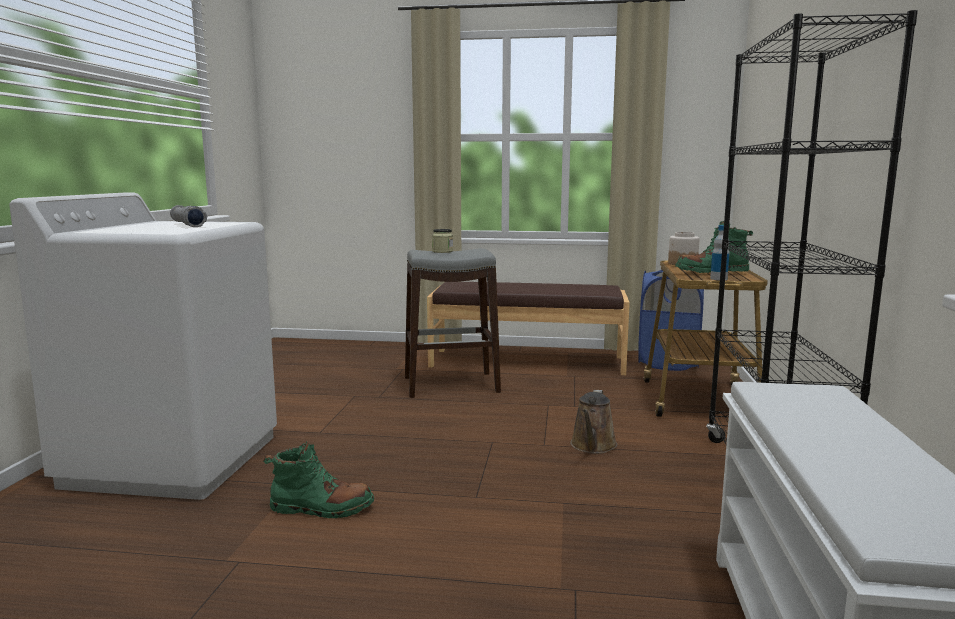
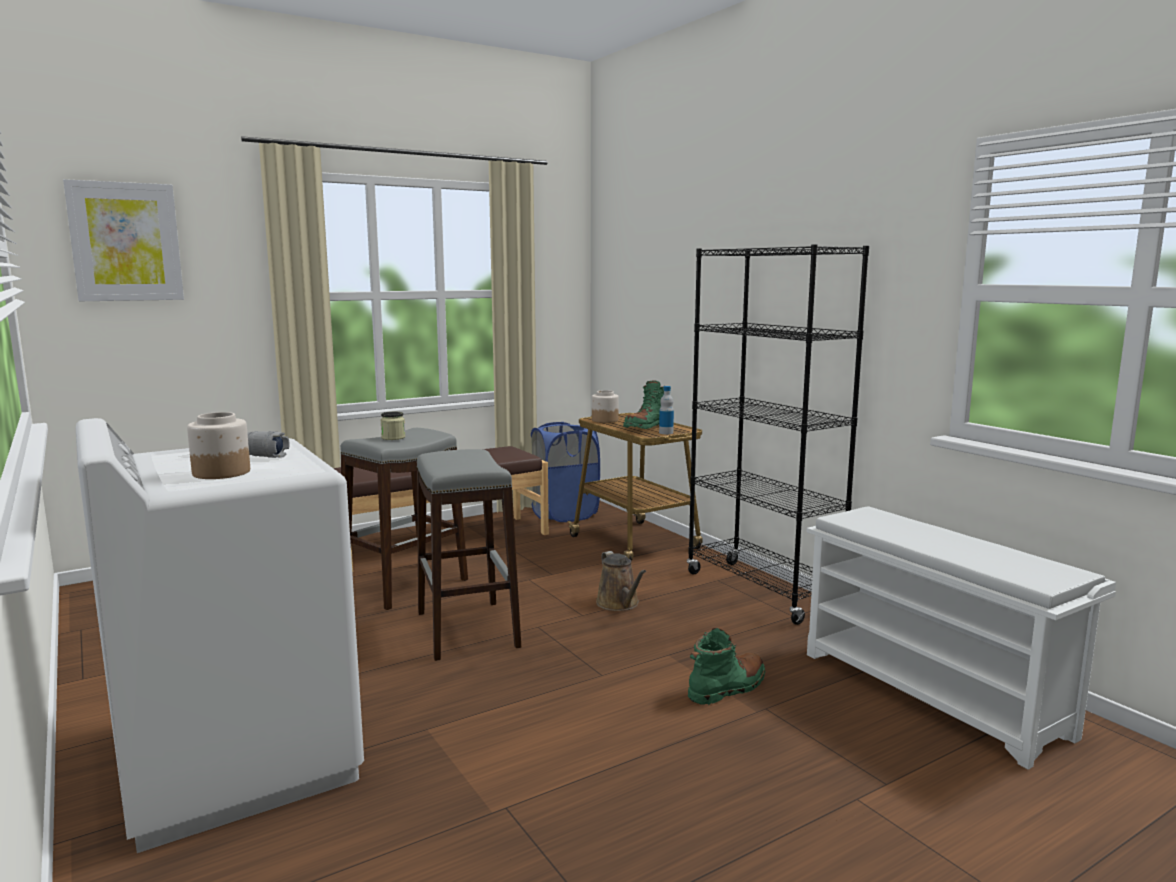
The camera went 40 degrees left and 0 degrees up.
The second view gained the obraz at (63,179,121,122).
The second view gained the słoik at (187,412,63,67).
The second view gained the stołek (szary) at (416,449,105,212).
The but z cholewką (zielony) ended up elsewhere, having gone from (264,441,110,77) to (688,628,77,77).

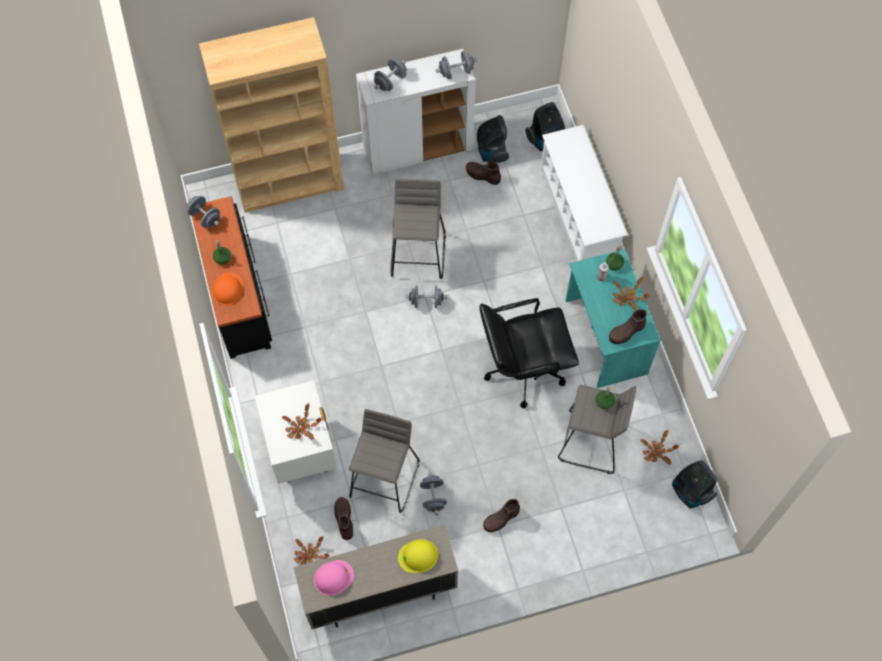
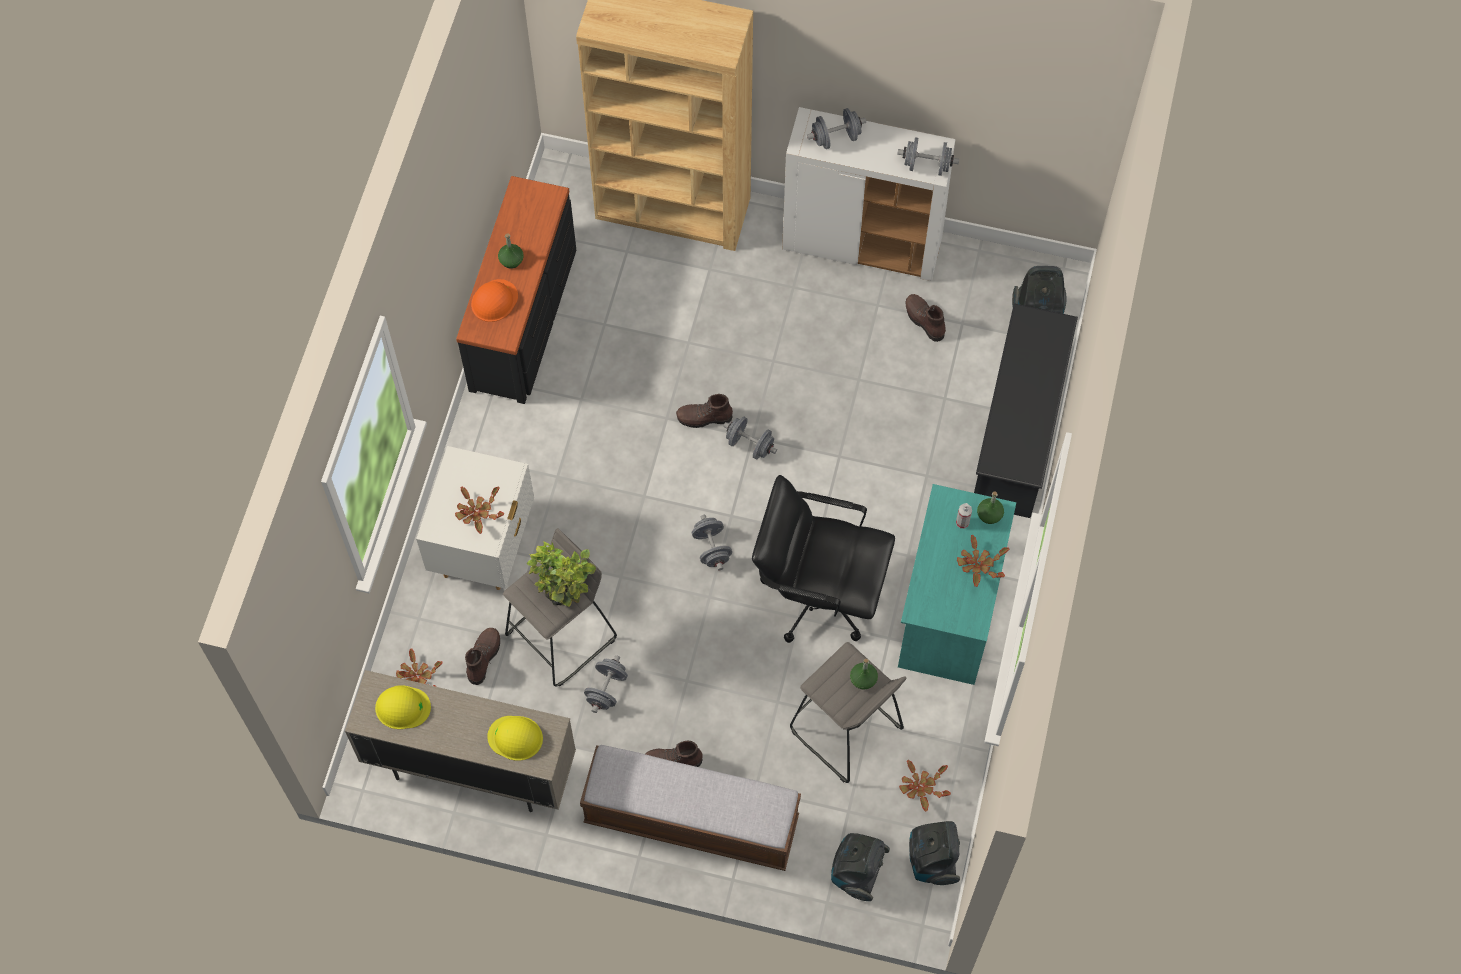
The camera went 30 degrees right and 0 degrees up.
What was the kask (różowy) at (314,560,40,36) turned into the kask (żółty) at (375,685,56,44).
The second view gained the roślina doniczkowa at (527,542,69,65).
The second view gained the ławka at (580,745,221,126).
The but z cholewką (brązowy) ended up elsewhere, having gone from (609,309,37,35) to (676,394,57,34).
The hantel (szary) ended up elsewhere, having gone from (187,196,33,32) to (692,515,40,55).
The odkurzacz ended up elsewhere, having gone from (477,115,32,48) to (831,833,59,68).
What was the regał na buty (biały) at (540,125,88,137) turned into the regał na buty (czarny) at (974,303,104,215).
The second view lost the stołek (szary) at (390,179,56,100).

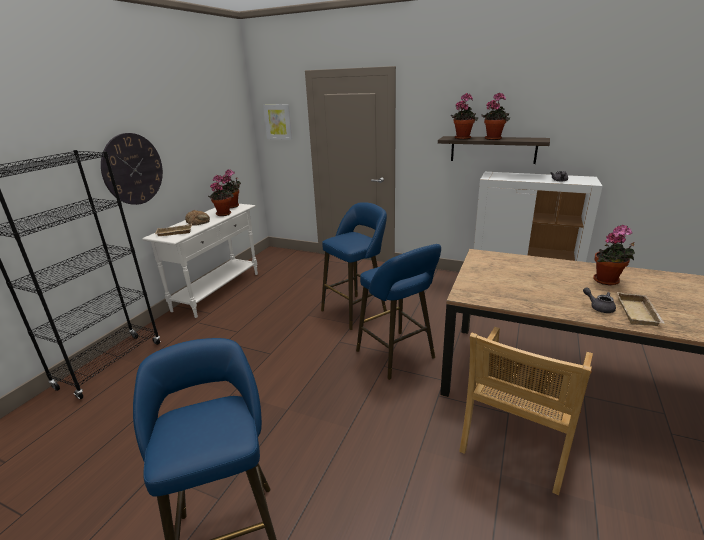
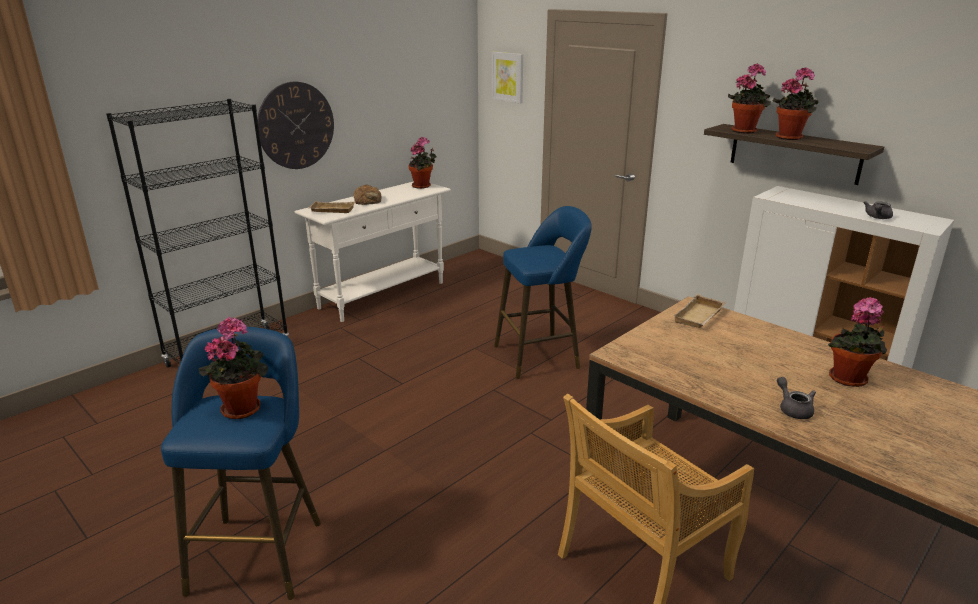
The camera went 20 degrees right and 0 degrees up.
The roślina doniczkowa ended up elsewhere, having gone from (208,175,26,41) to (199,317,69,102).
The taca (beżowy) ended up elsewhere, having gone from (617,292,48,34) to (673,294,53,34).
The second view lost the stołek (niebieski) at (356,244,85,136).

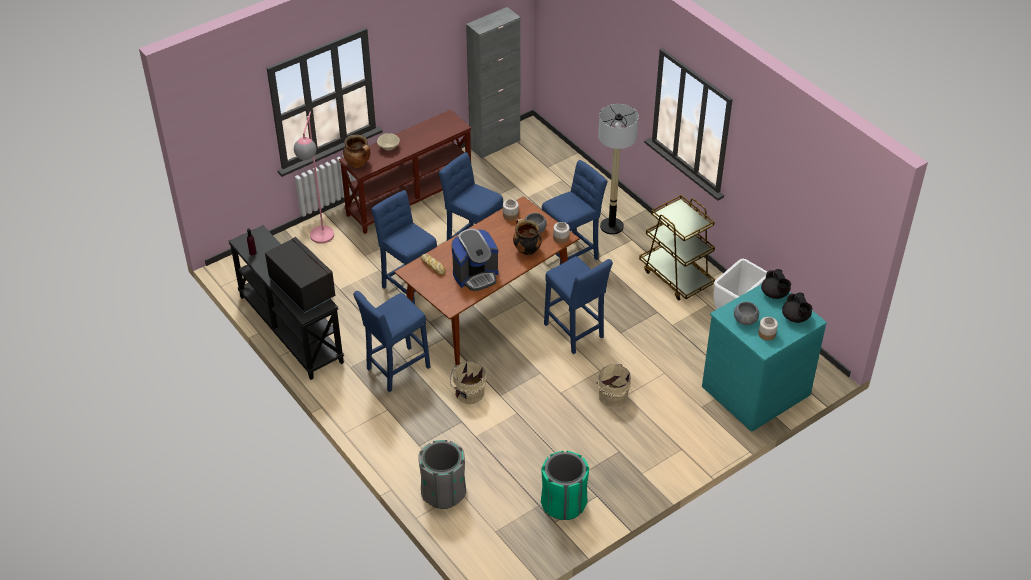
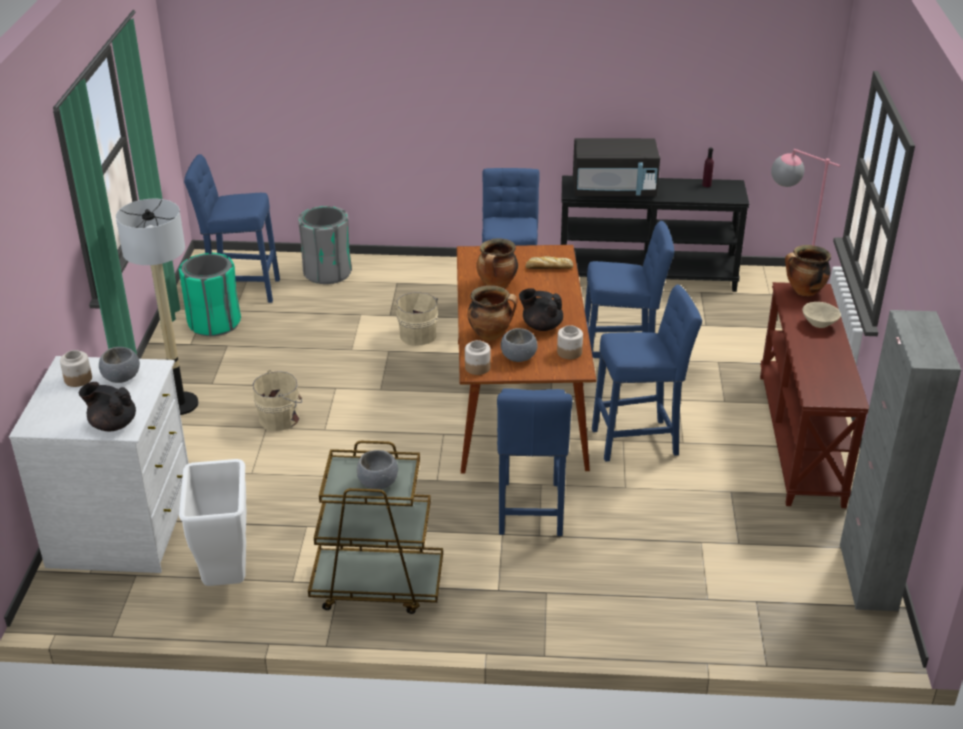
The camera went 130 degrees right and 10 degrees down.
What was the komoda (turkusowy) at (702,284,125,148) turned into the komoda (biały) at (9,356,180,217).
The lampa stojąca ended up elsewhere, having gone from (598,104,41,131) to (116,199,83,216).
The stołek (niebieski) ended up elsewhere, having gone from (544,256,69,98) to (184,154,96,149).
The second view gained the miska (szary) at (357,450,41,39).
Where the ekspres do kawy stood at (452,229,46,62), the garnek came to stand at (476,239,42,49).
The imbryk (czarny) ended up elsewhere, having gone from (782,292,30,31) to (519,288,44,43).

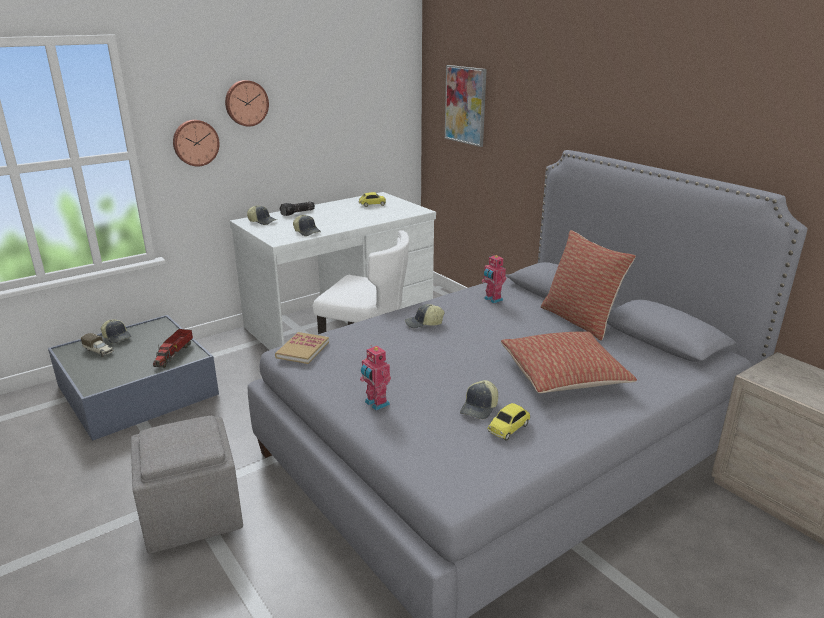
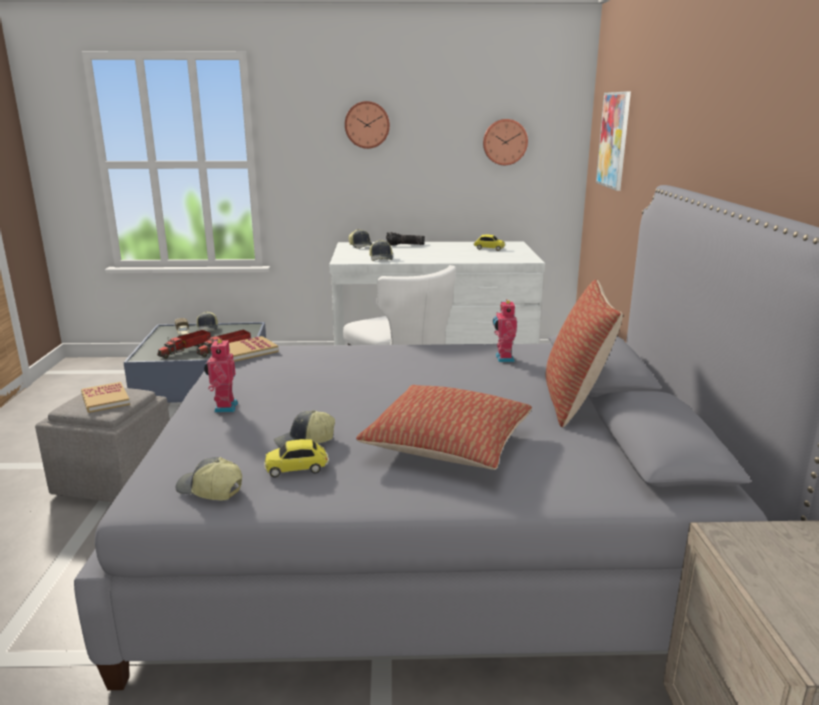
The camera went 35 degrees right and 5 degrees down.
The second view gained the książka at (81,382,49,31).
The second view gained the ciężarówka zabawkowa at (157,330,54,29).
The czapka z daszkiem ended up elsewhere, having gone from (405,304,40,24) to (176,457,66,43).
The zegar ścienny ended up elsewhere, having gone from (173,120,47,46) to (483,119,45,46).

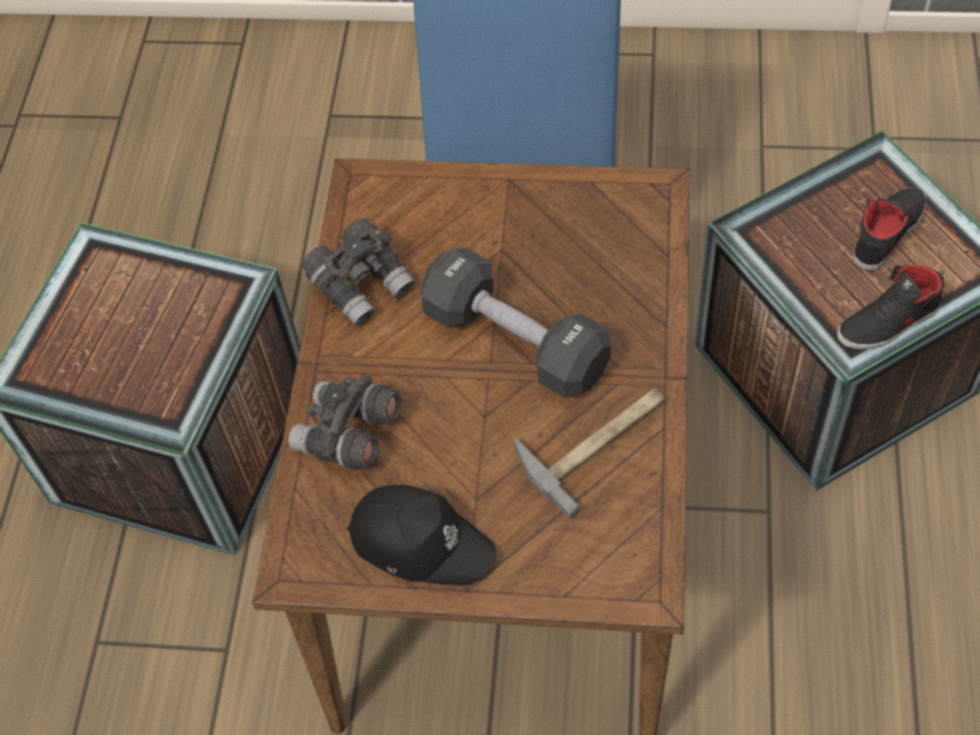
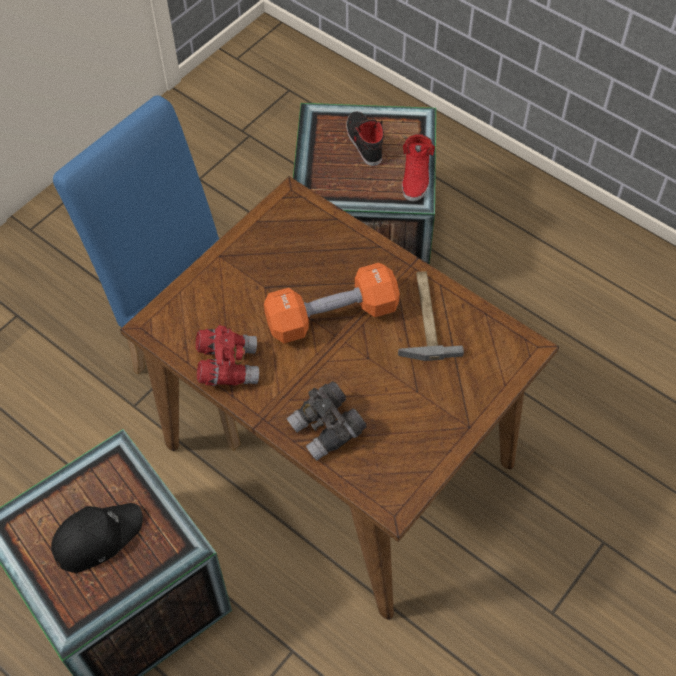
The camera went 60 degrees left and 0 degrees up.
The czapka z daszkiem (czarny) ended up elsewhere, having gone from (348,485,148,101) to (51,503,92,70).
What was the lornetka (szary) at (302,219,113,107) turned into the lornetka (czerwony) at (196,325,63,61).
What was the hantel (czarny) at (420,248,191,150) turned into the hantel (pomarańczowy) at (264,263,136,80).
What was the but (czarny) at (837,265,107,84) turned into the but (czerwony) at (402,134,33,68).

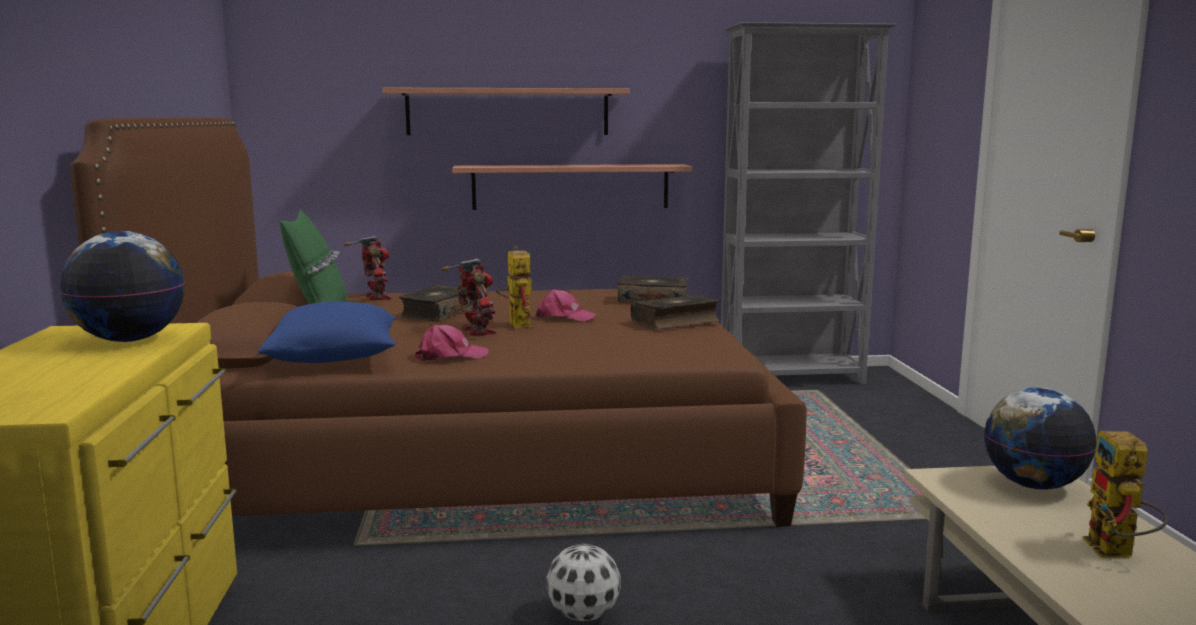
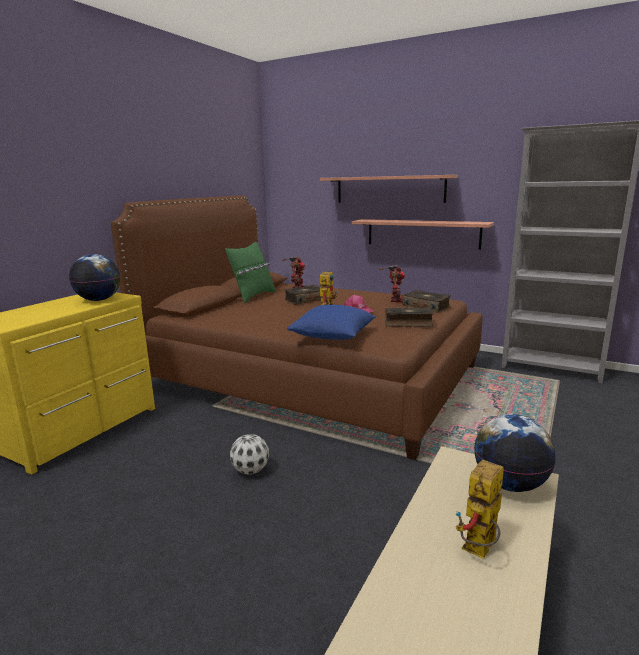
The camera went 35 degrees right and 5 degrees up.
The poduszka (niebieski) ended up elsewhere, having gone from (258,302,138,61) to (287,305,89,35).
The robot zabawkowy ended up elsewhere, having gone from (442,258,54,78) to (379,265,26,37).
The second view lost the czapka z daszkiem (różowy) at (415,325,74,36).

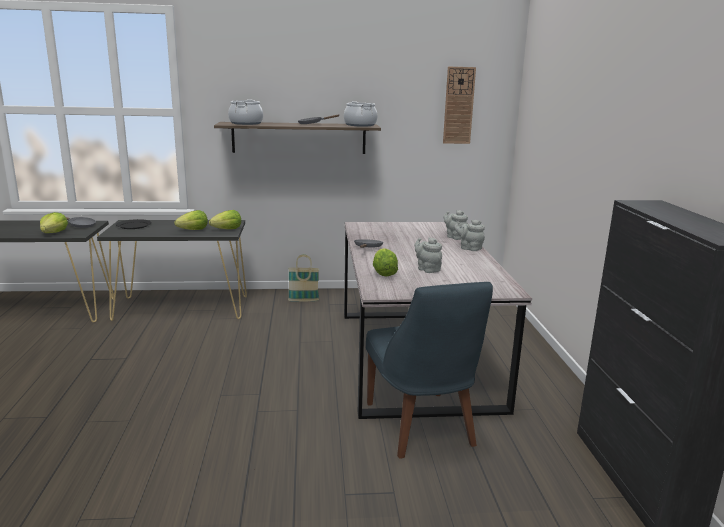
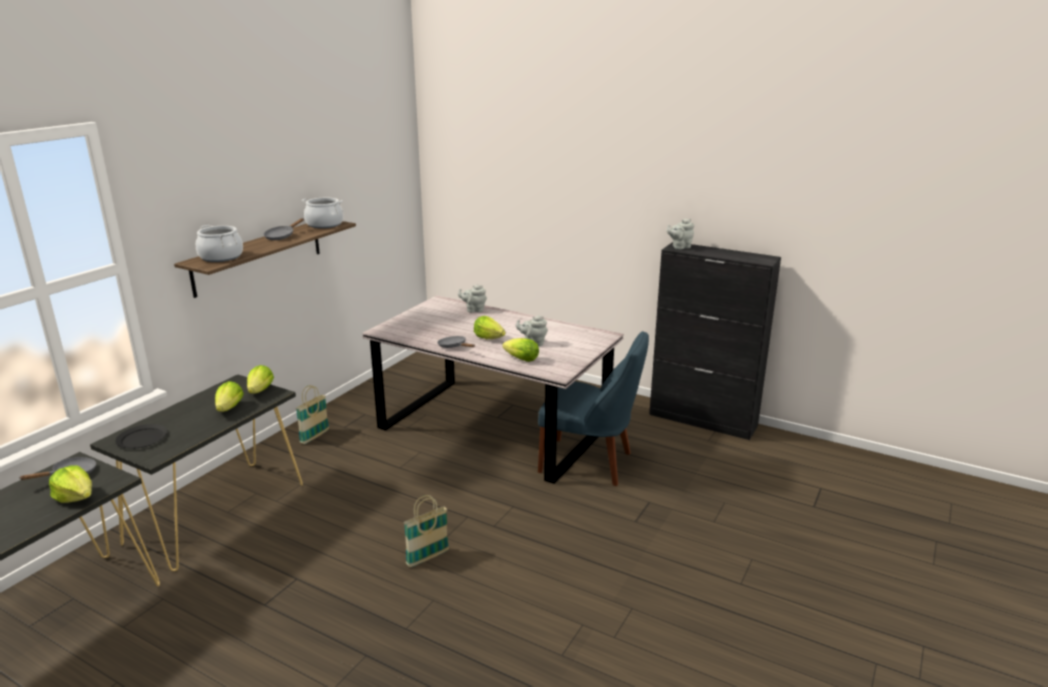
The camera went 55 degrees left and 5 degrees up.
The second view gained the koszyk at (404,495,45,72).
The second view gained the sałata at (474,316,31,23).
The imbryk (szary) ended up elsewhere, having gone from (454,220,31,31) to (667,219,27,30).
The second view lost the zegar ścienny at (443,67,33,77).

